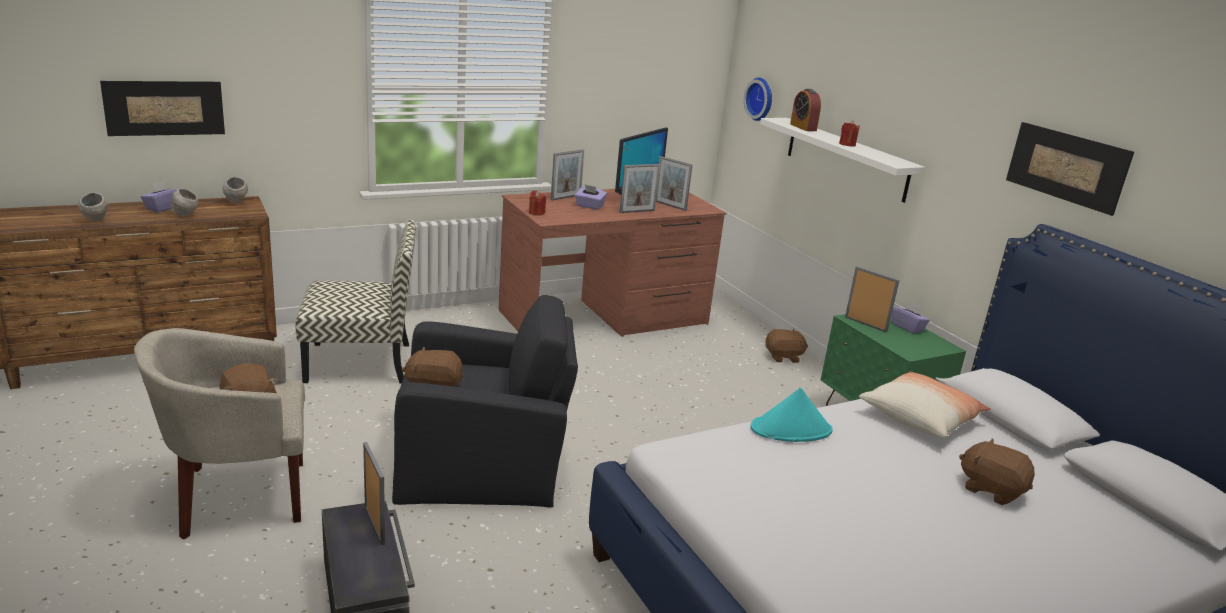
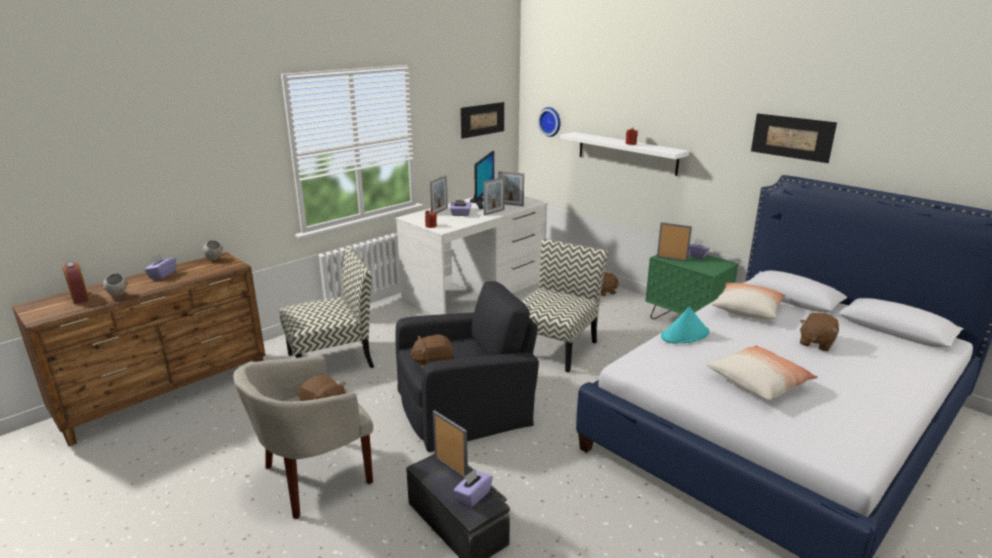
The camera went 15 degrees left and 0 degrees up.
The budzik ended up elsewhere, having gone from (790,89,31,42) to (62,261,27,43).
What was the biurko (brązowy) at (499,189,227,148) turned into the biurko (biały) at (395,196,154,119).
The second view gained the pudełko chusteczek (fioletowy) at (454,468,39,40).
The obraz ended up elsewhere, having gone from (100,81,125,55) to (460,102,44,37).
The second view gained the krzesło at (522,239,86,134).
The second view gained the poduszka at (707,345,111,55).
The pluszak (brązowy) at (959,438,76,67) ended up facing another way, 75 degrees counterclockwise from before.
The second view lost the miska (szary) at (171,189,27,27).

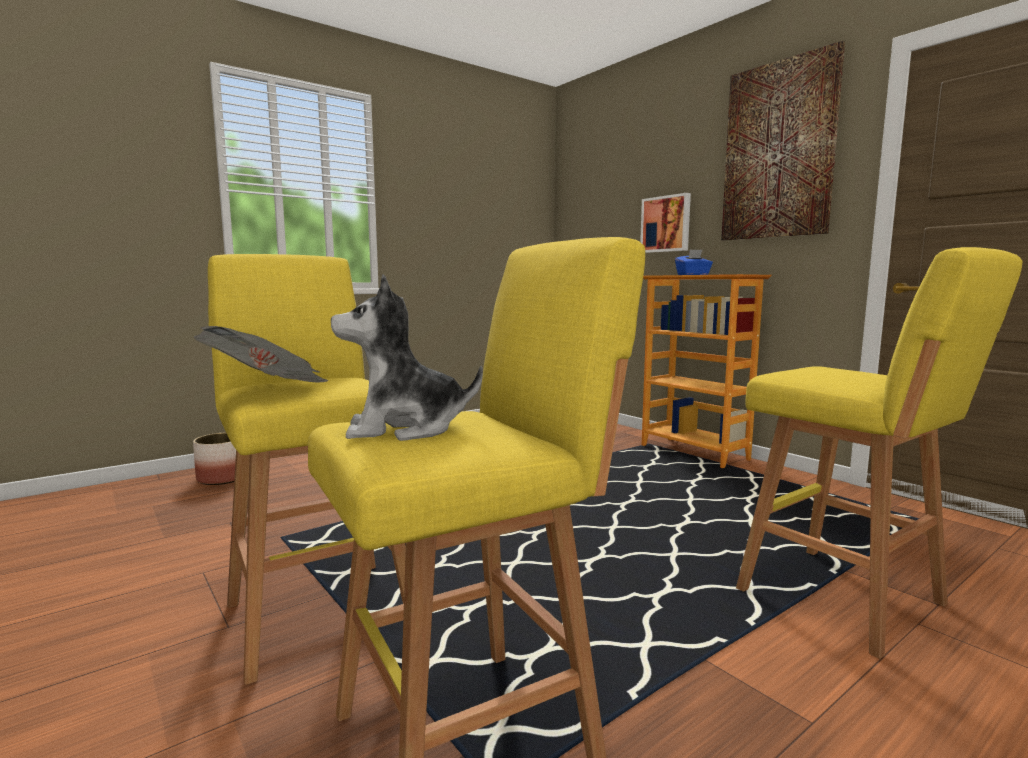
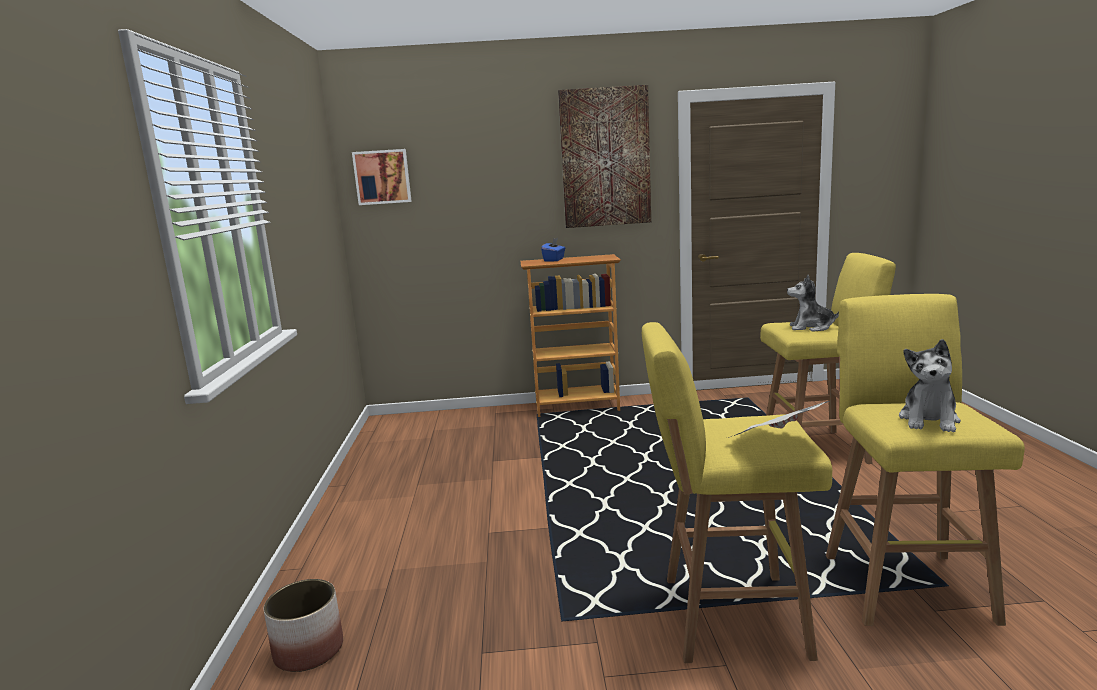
The camera went 55 degrees left and 5 degrees up.
The obraz ended up elsewhere, having gone from (640,193,51,60) to (352,149,60,56).
The second view gained the pluszak at (787,275,52,57).

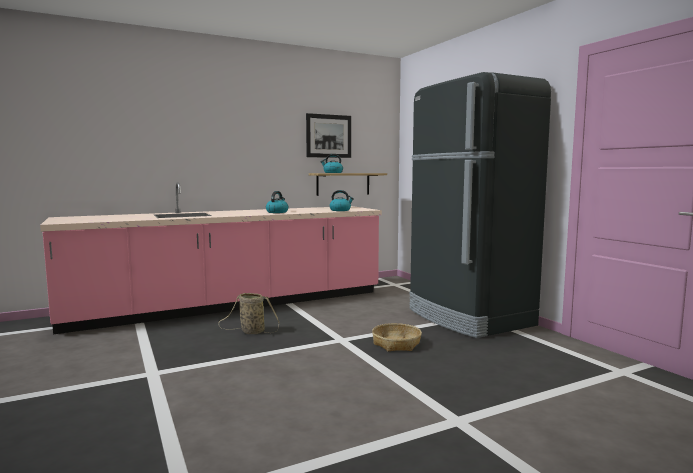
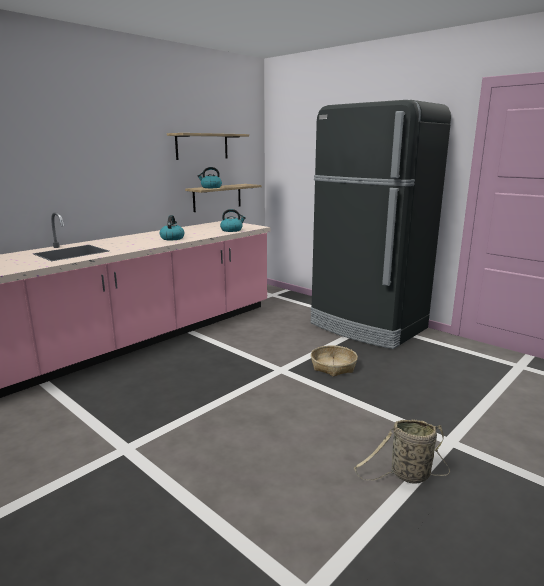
The camera went 20 degrees left and 10 degrees up.
Where the obraz hung at (306,113,45,45), the półka came to hang at (167,133,82,27).
The koszyk ended up elsewhere, having gone from (218,293,62,41) to (354,420,96,63).

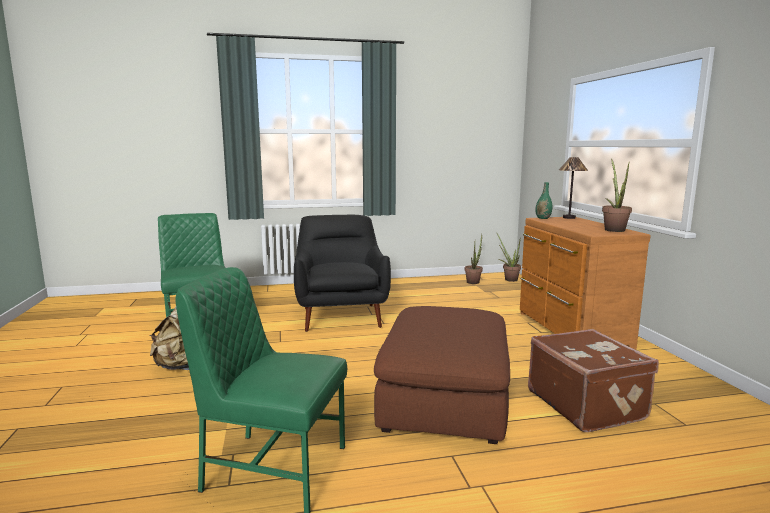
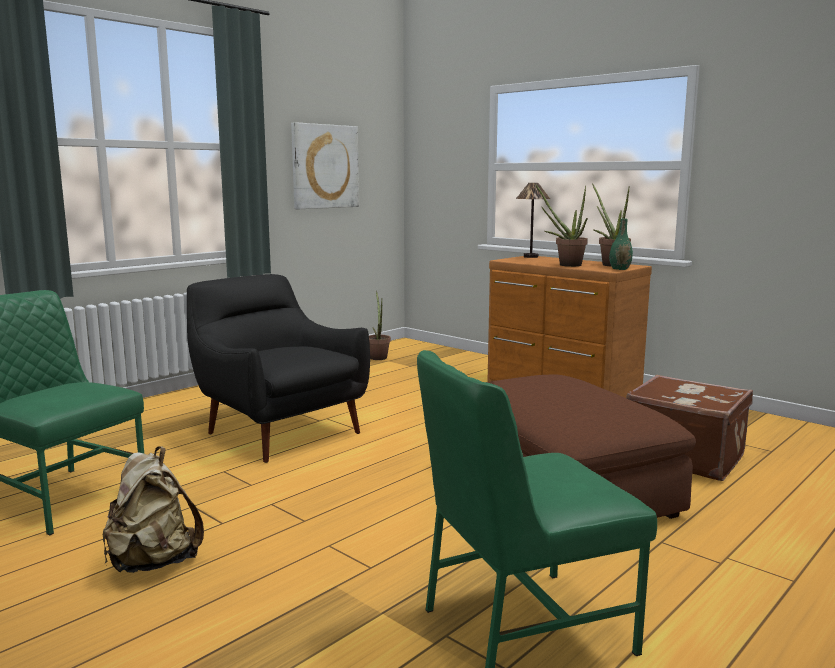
The camera went 35 degrees left and 0 degrees up.
The second view gained the obraz at (291,122,68,87).
The roślina doniczkowa ended up elsewhere, having gone from (496,232,25,50) to (536,184,52,83).
The wazon (zielony) ended up elsewhere, having gone from (536,182,16,37) to (609,219,24,51).

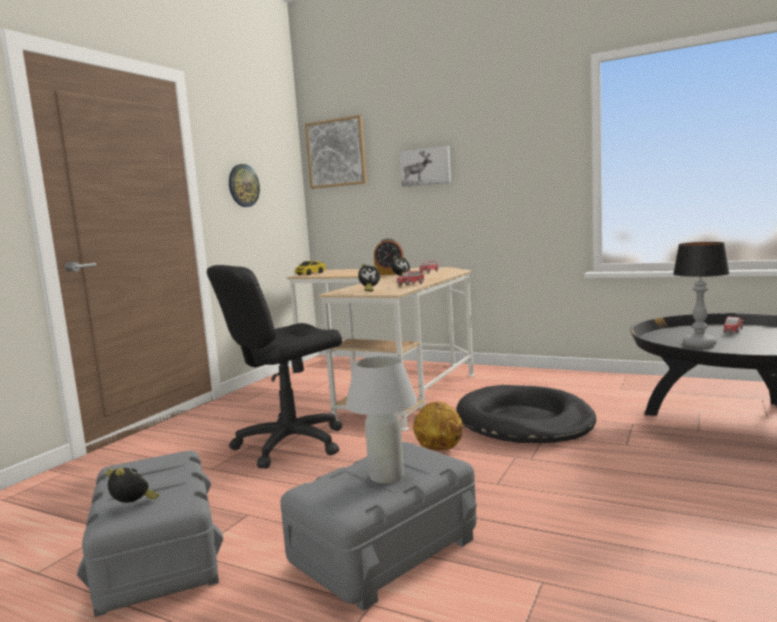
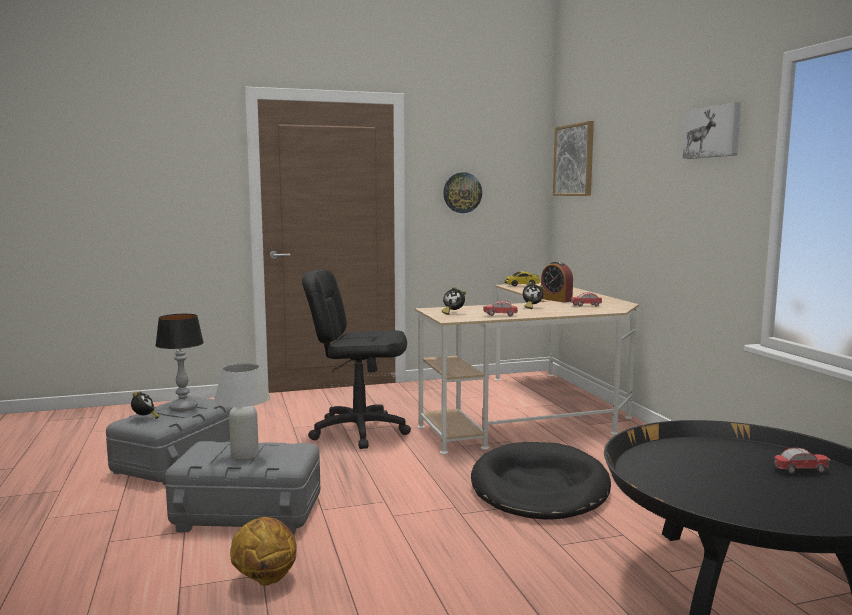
The camera went 45 degrees right and 0 degrees up.
The lampa stołowa ended up elsewhere, having gone from (673,242,56,105) to (155,314,49,98).
The piłka do koszykówki ended up elsewhere, having gone from (413,402,50,48) to (230,517,67,69).
The obraz ended up elsewhere, having gone from (400,146,51,41) to (683,102,58,57).

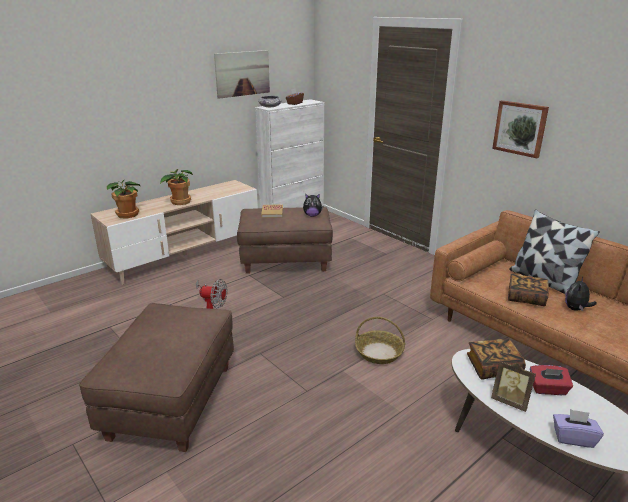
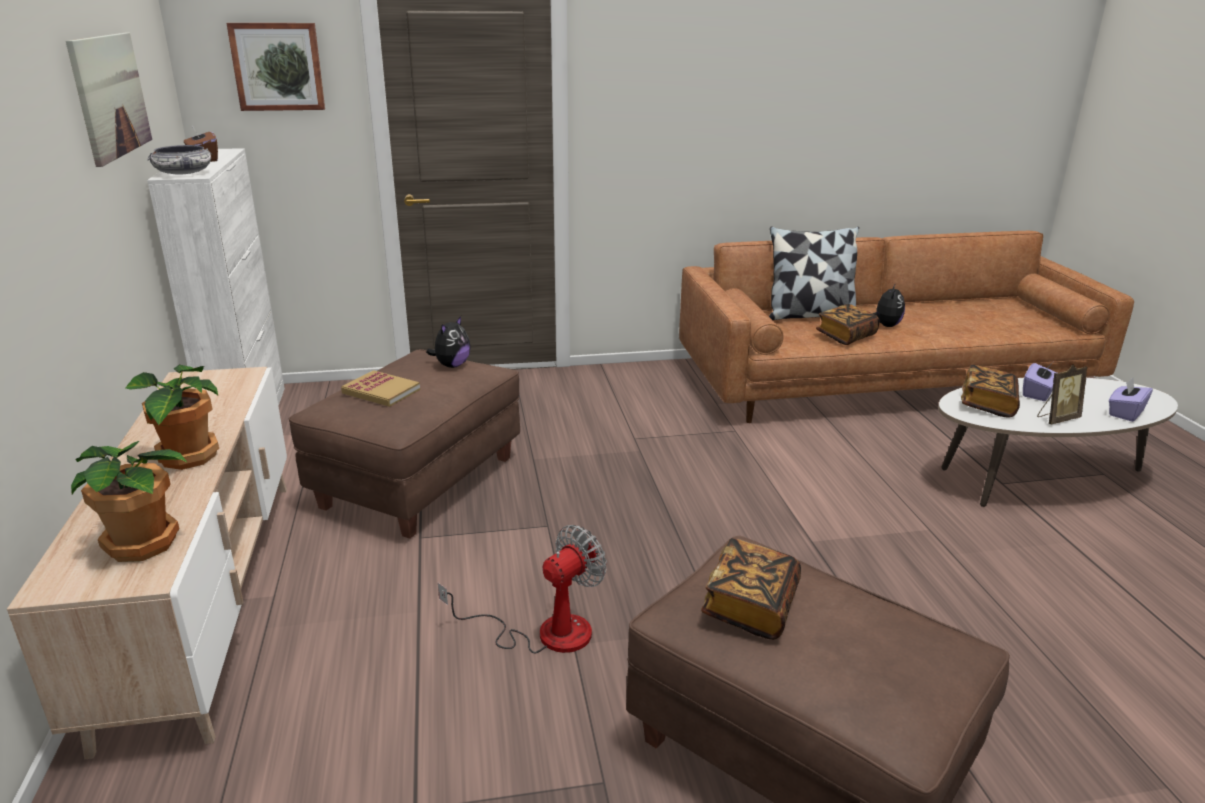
The camera went 60 degrees left and 0 degrees up.
The obraz ended up elsewhere, having gone from (492,100,57,58) to (226,23,99,88).
The second view gained the książka at (701,538,100,102).
The pluszak at (565,277,32,34) ended up facing another way, 135 degrees counterclockwise from before.
What was the pudełko chusteczek (czerwony) at (530,365,43,30) turned into the pudełko chusteczek (fioletowy) at (1023,361,34,40).
The second view lost the koszyk at (355,317,50,47).

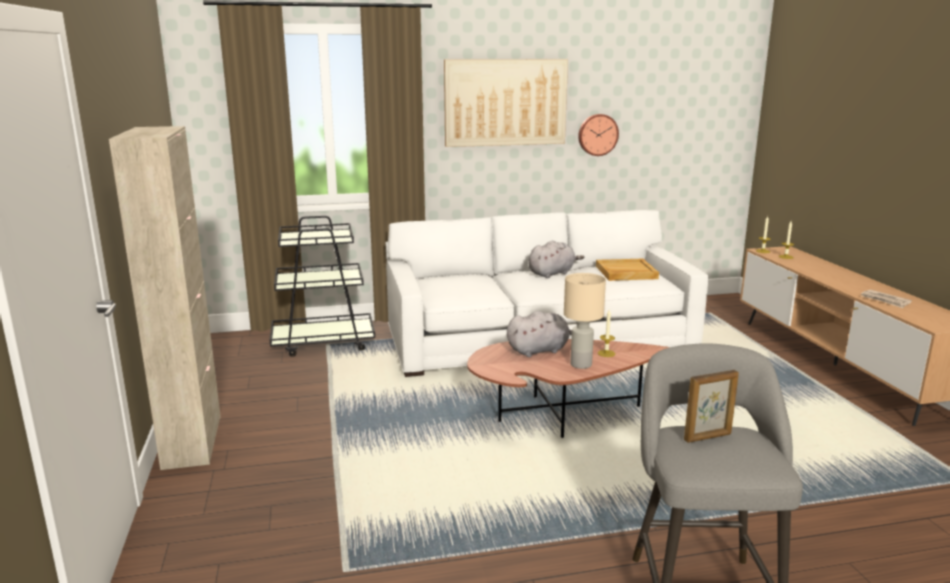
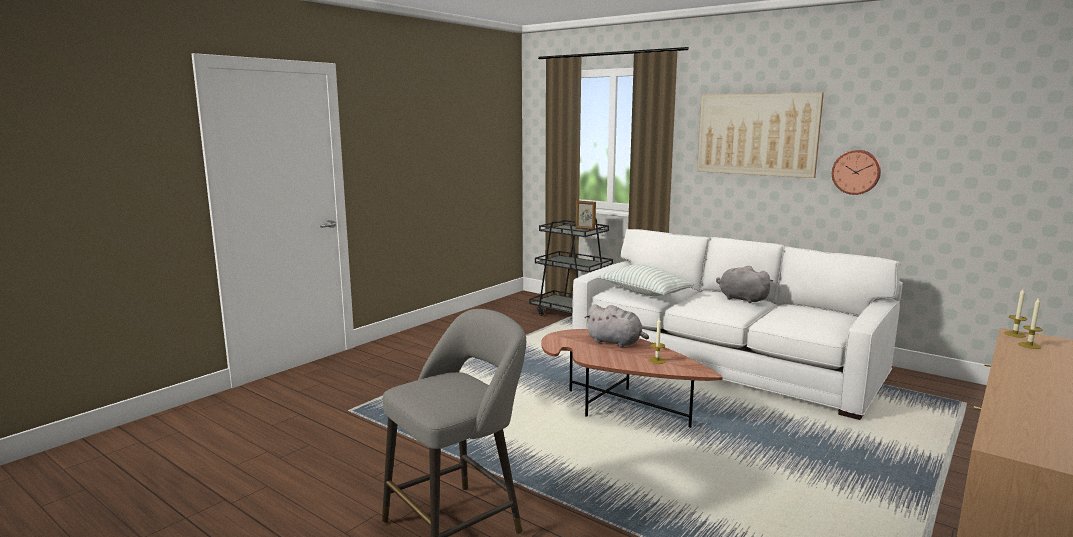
The camera went 50 degrees right and 5 degrees down.
The ramka na zdjęcie ended up elsewhere, having gone from (684,370,55,73) to (576,200,20,30).
The second view gained the poduszka at (598,264,96,32).
The pluszak (szary) at (528,241,56,37) ended up facing another way, 150 degrees counterclockwise from before.
The second view lost the szafka (beżowy) at (109,126,112,344).
The second view lost the lampa stołowa (beżowy) at (564,273,42,96).
The second view lost the taca (beżowy) at (596,259,63,22).
The second view lost the gazeta at (861,290,51,18).

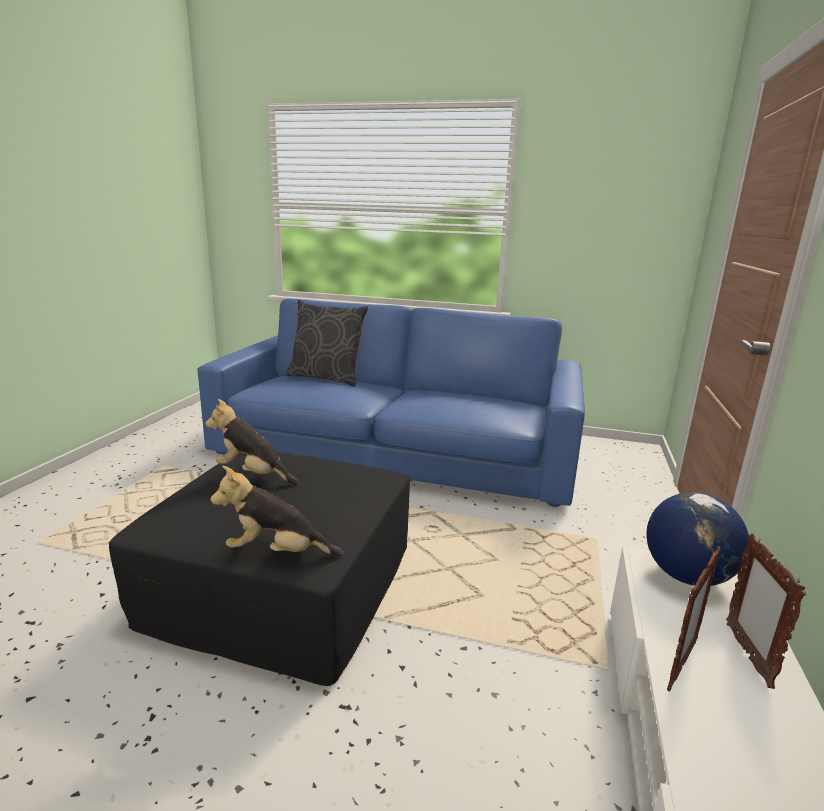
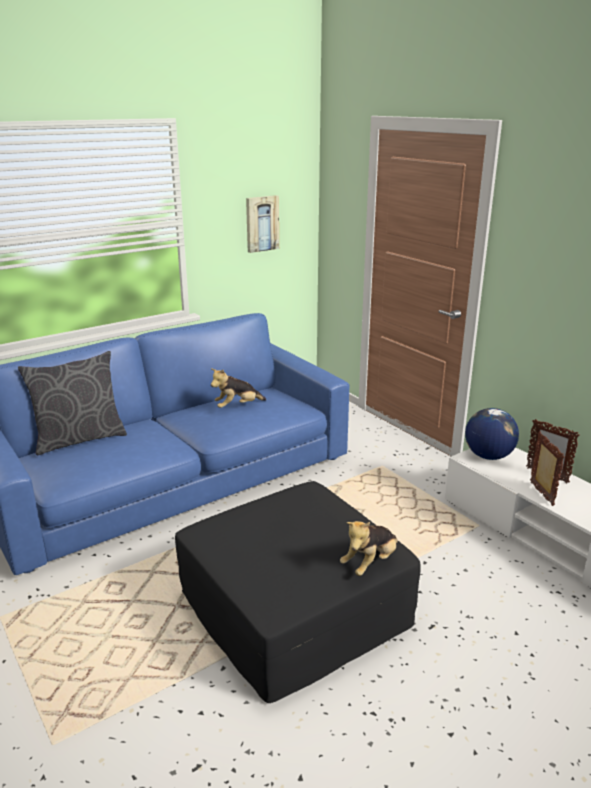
The camera went 50 degrees left and 5 degrees up.
The pluszak ended up elsewhere, having gone from (206,399,94,86) to (211,368,55,40).
The second view gained the obraz at (246,195,33,58).

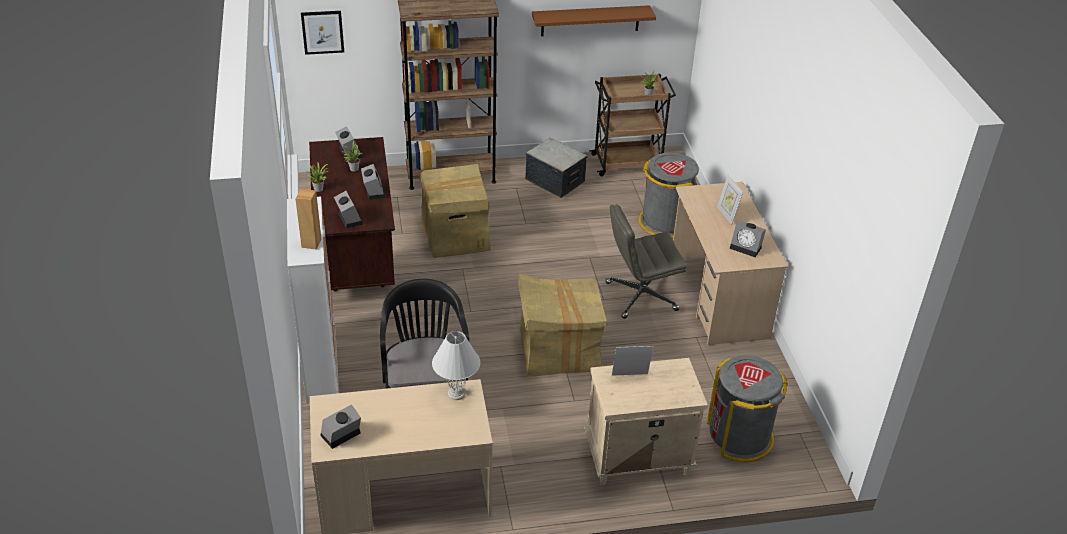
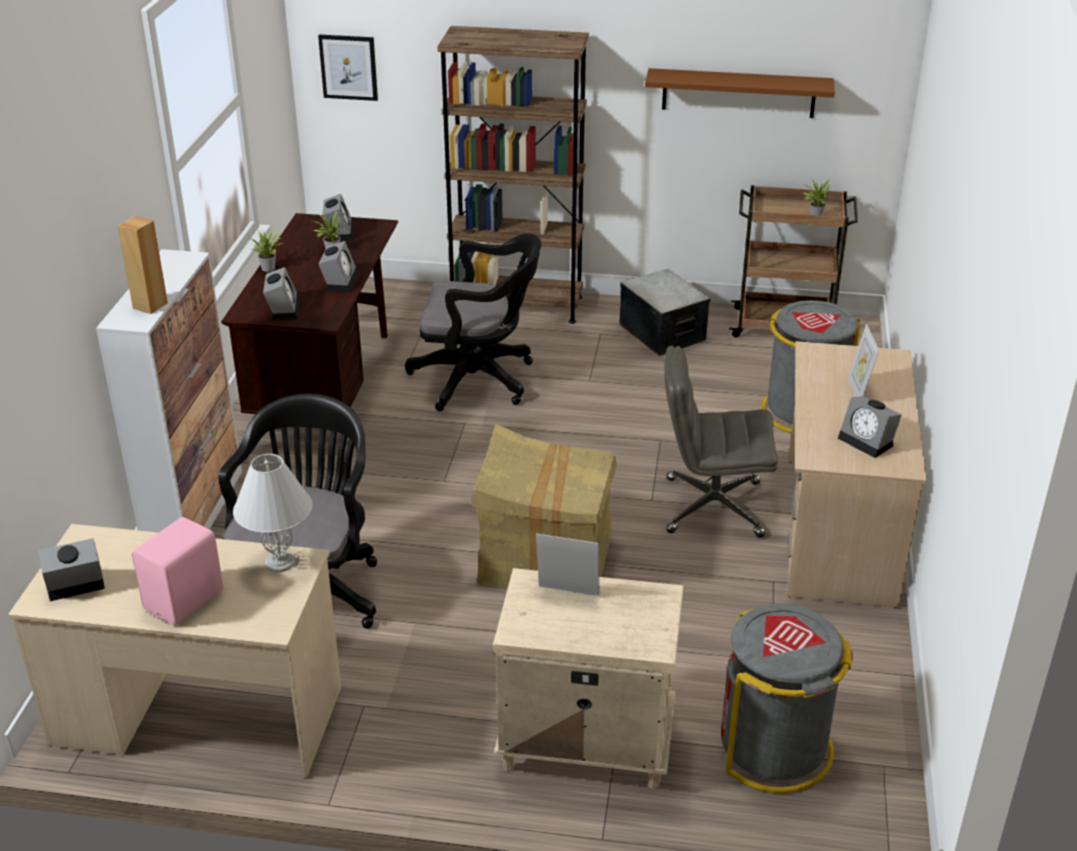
The camera went 20 degrees right and 5 degrees down.
The second view gained the głośnik (różowy) at (132,517,92,109).
Where the karton stood at (420,164,71,94), the krzesło biurowe (czarny) came to stand at (405,233,136,178).

